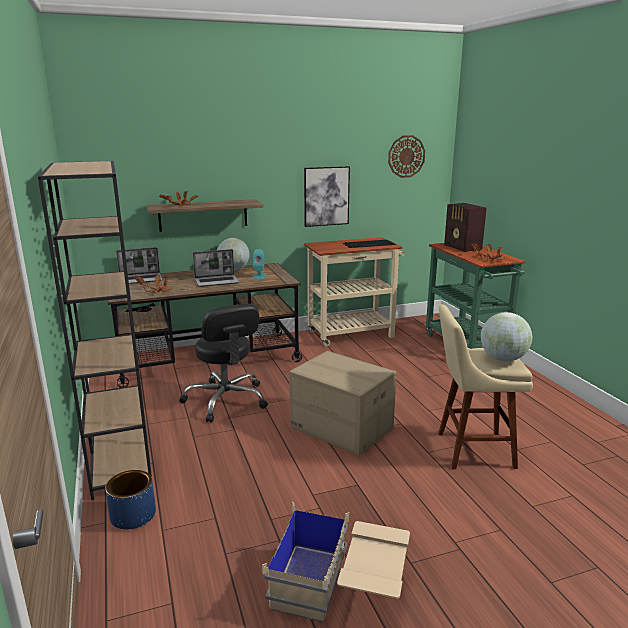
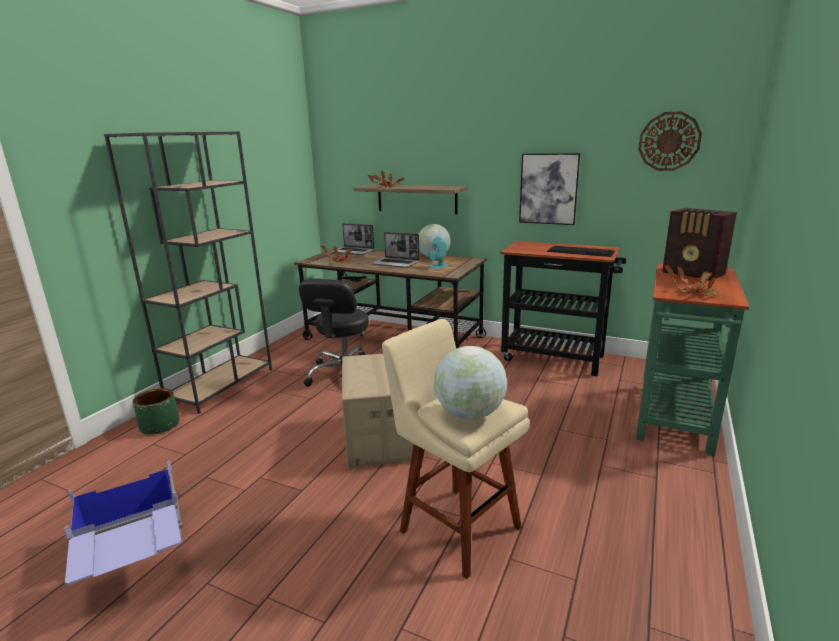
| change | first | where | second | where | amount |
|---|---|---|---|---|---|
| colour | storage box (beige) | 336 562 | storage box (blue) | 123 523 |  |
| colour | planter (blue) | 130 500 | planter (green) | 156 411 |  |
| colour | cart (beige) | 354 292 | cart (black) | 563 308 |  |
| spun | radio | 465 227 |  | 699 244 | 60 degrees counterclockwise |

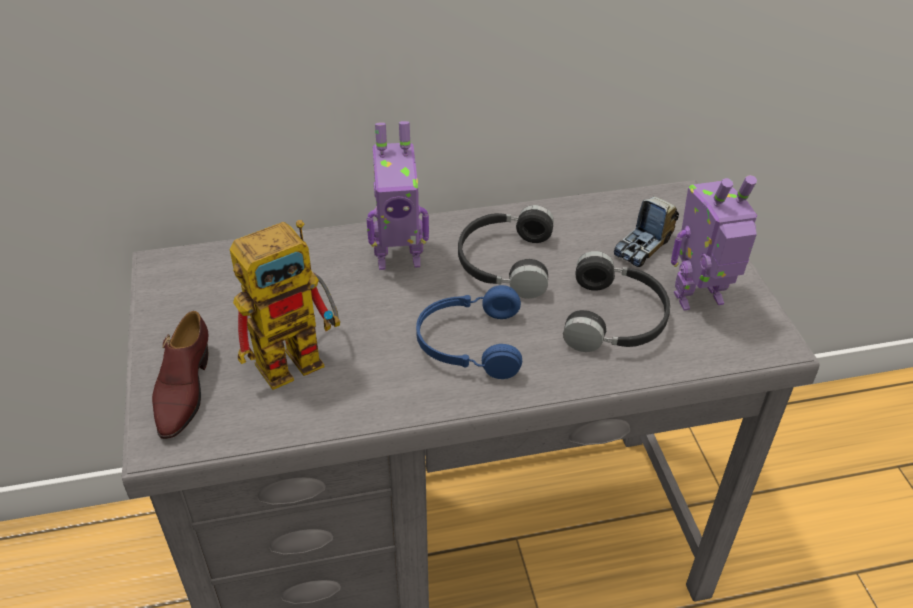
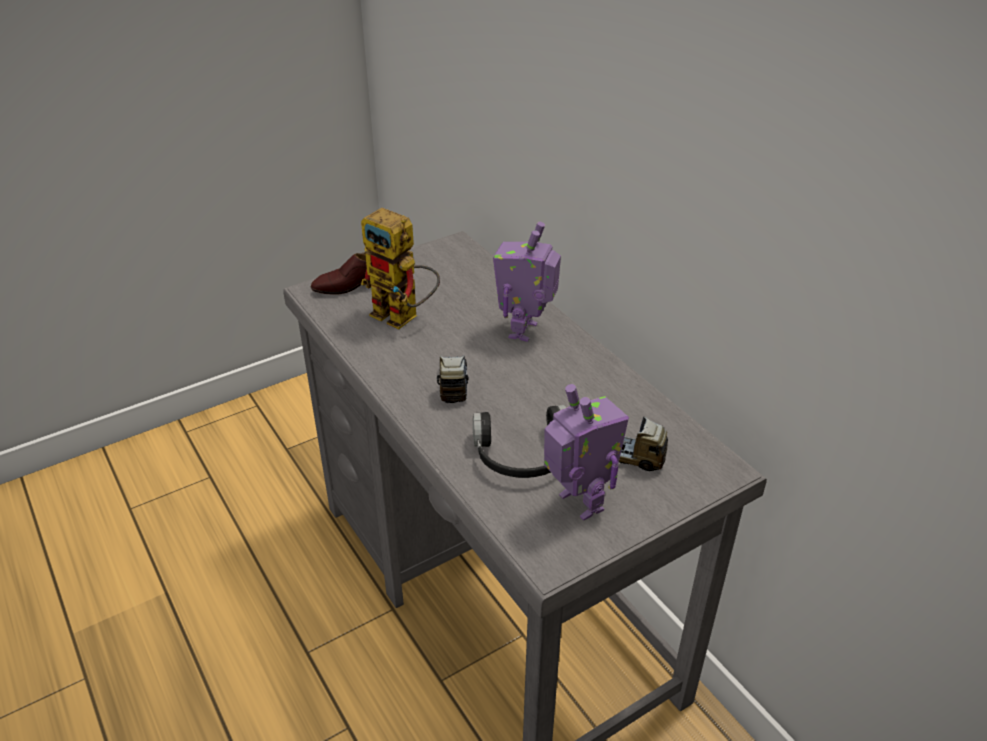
| change | first | where | second | where | amount |
|---|---|---|---|---|---|
| exchanged | headphones (blue) | 469 332 | toy truck | 453 379 |  |
| spun | toy robot | 398 195 |  | 527 282 | 45 degrees clockwise |
| missing | headphones (black) | 506 252 |  |  |  |

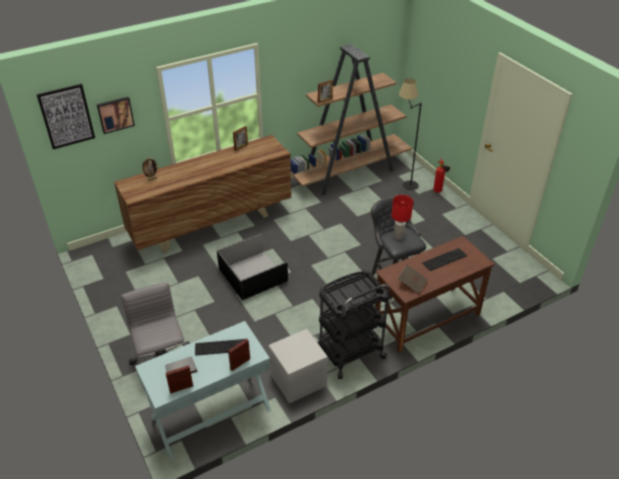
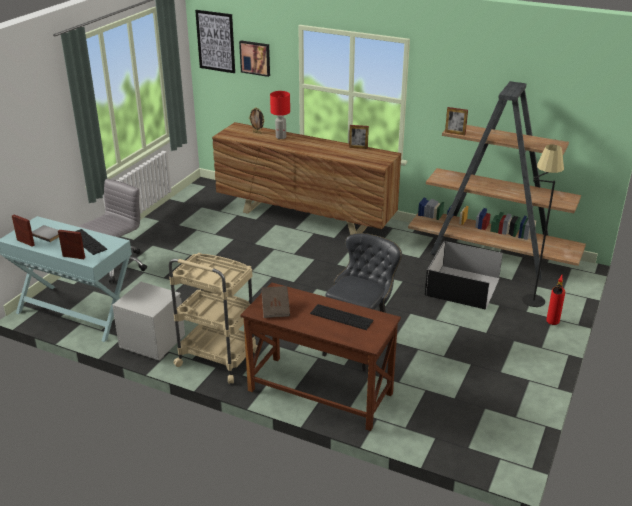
| change | first | where | second | where | amount |
|---|---|---|---|---|---|
| colour | cart (black) | 353 324 | cart (beige) | 213 318 |  |
| relocated | table lamp (red) | 402 217 |  | 280 115 |  |
| relocated | storage box (black) | 252 266 |  | 464 275 |  |

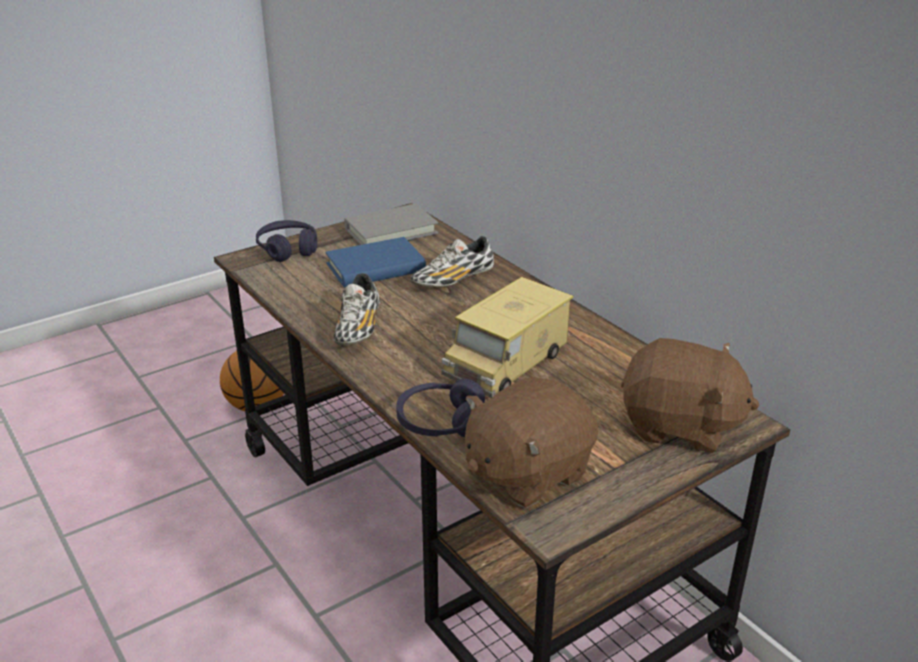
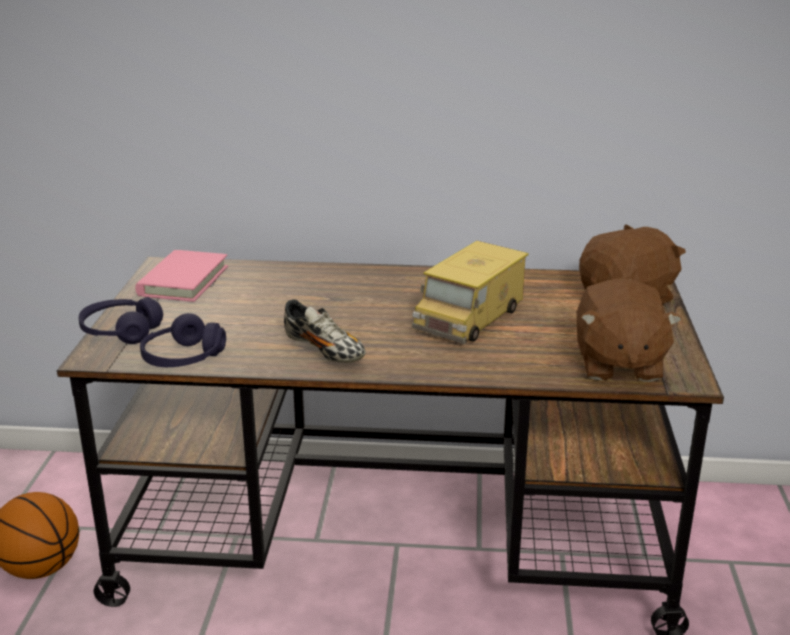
| change | first | where | second | where | amount |
|---|---|---|---|---|---|
| colour | book (grey) | 391 224 | book (pink) | 181 276 |  |
| relocated | headphones (purple) | 440 408 |  | 183 340 |  |
| spun | toy truck | 507 337 |  | 470 292 | 45 degrees clockwise |
| missing | book (blue) | 375 262 |  |  |  |
| missing | shoe | 452 261 |  |  |  |

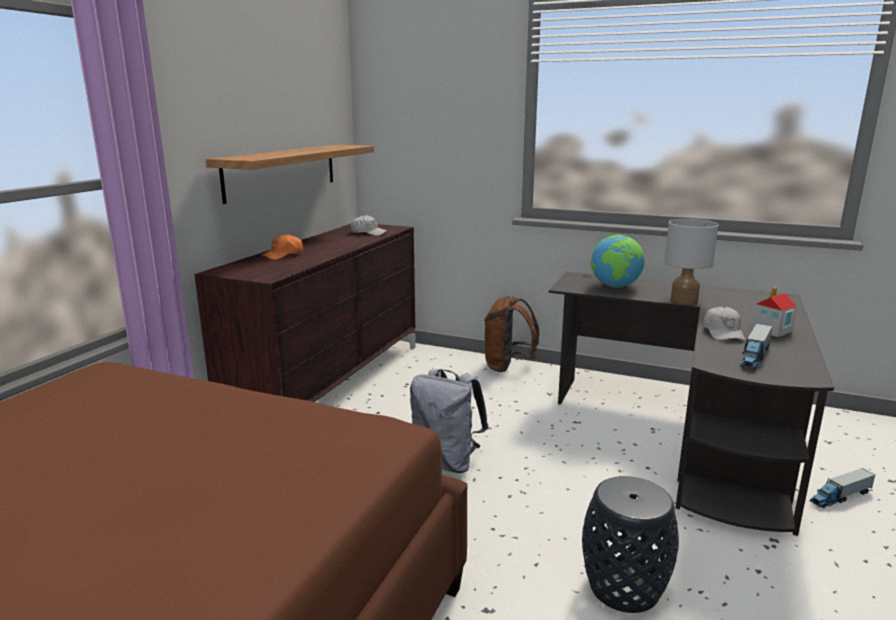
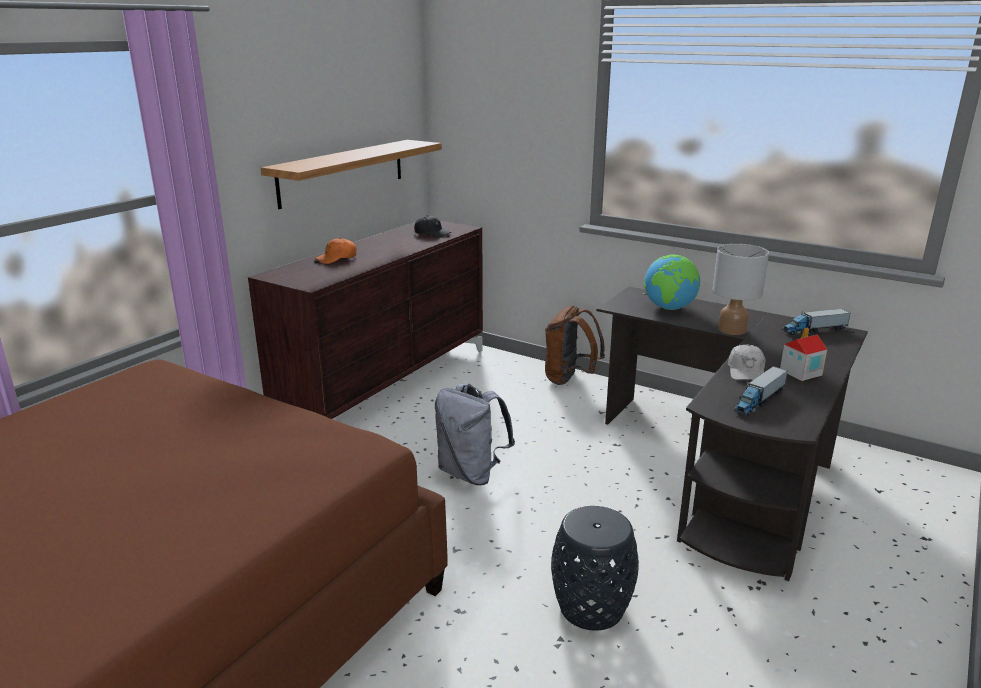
| change | first | where | second | where | amount |
|---|---|---|---|---|---|
| colour | cap (white) | 369 225 | cap (black) | 432 226 |  |
| relocated | toy truck | 842 488 |  | 816 322 |  |

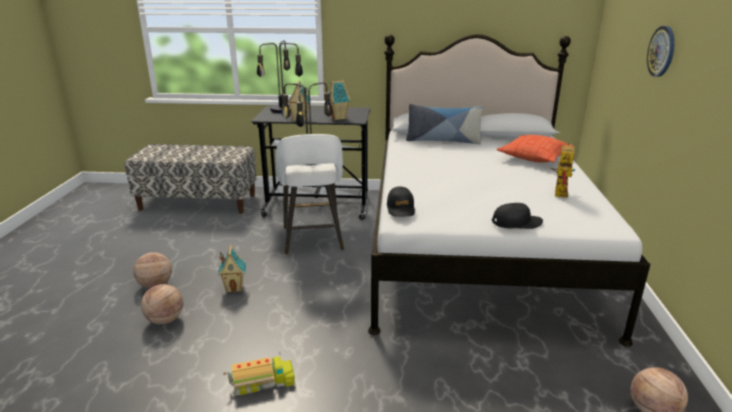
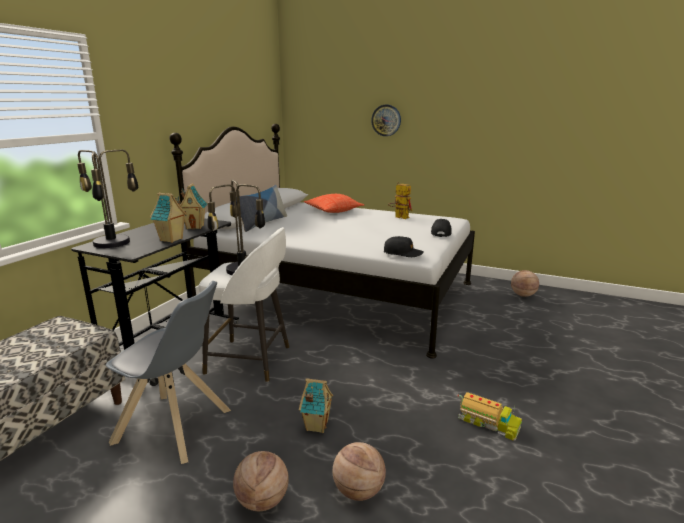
| change | first | where | second | where | amount |
|---|---|---|---|---|---|
| appeared |  |  | chair (grey) | 168 372 |  |
| spun | toy truck | 259 374 |  | 489 416 | 120 degrees clockwise |

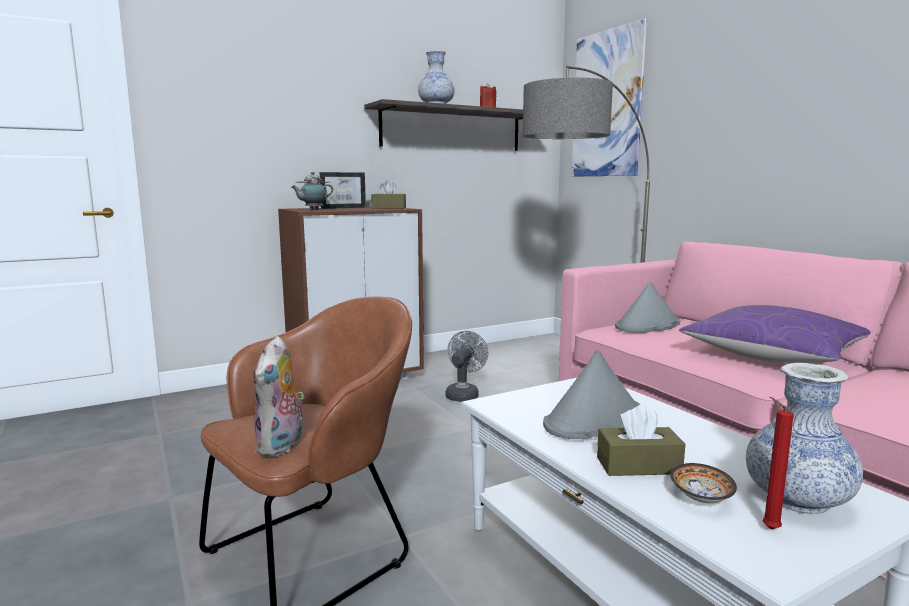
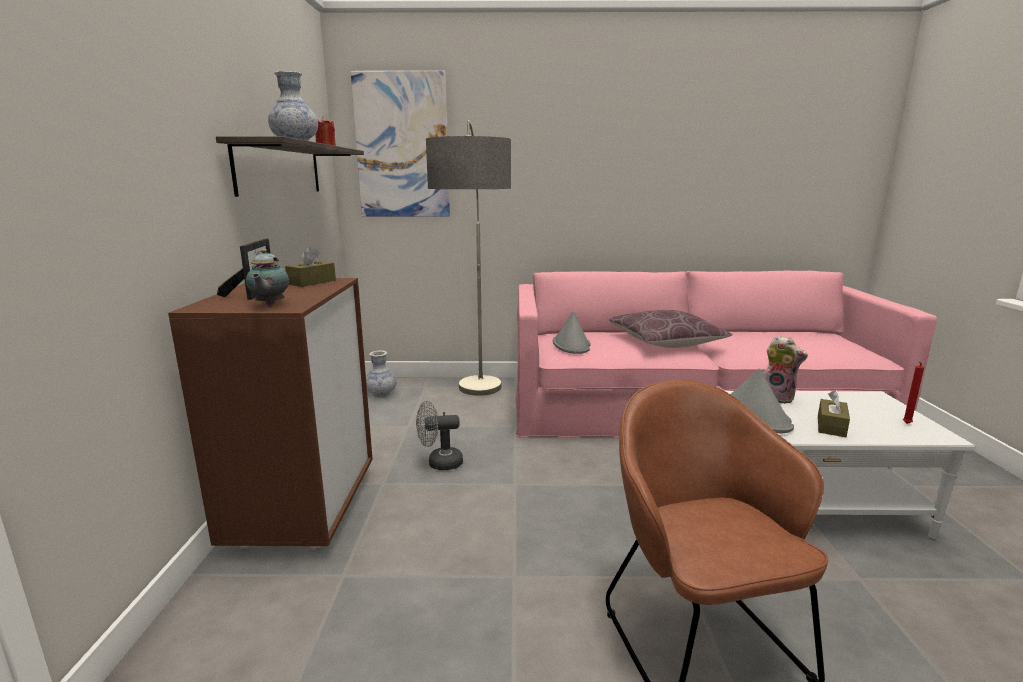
| change | first | where | second | where | amount |
|---|---|---|---|---|---|
| relocated | vase | 804 438 |  | 381 373 |  |
| spun | fan (grey) | 467 366 |  | 439 435 | 60 degrees counterclockwise |
| colour | pillow (purple) | 774 334 | pillow (brown) | 670 329 |  |
| relocated | plush toy | 279 396 |  | 785 369 |  |
| missing | bowl | 703 483 |  |  |  |

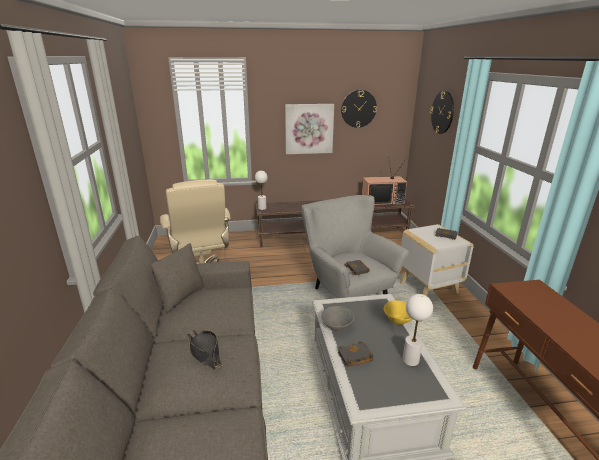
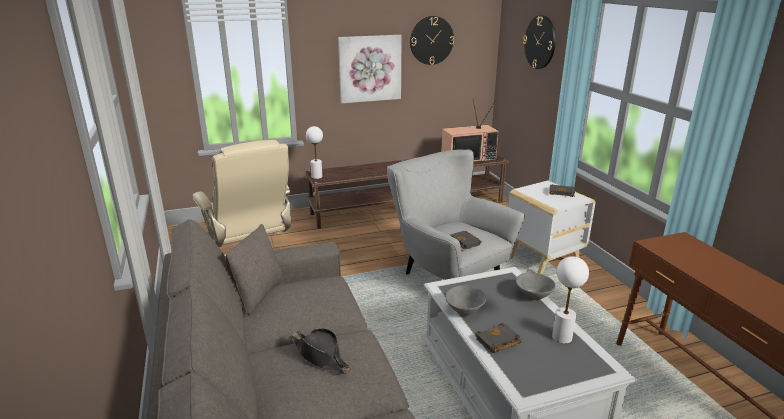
| change | first | where | second | where | amount |
|---|---|---|---|---|---|
| colour | bowl (yellow) | 398 312 | bowl (grey) | 536 286 |  |

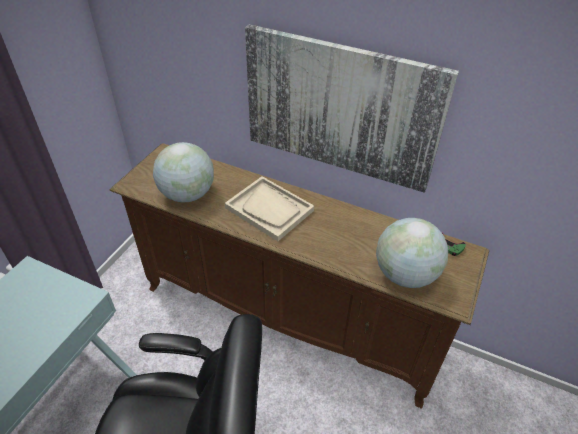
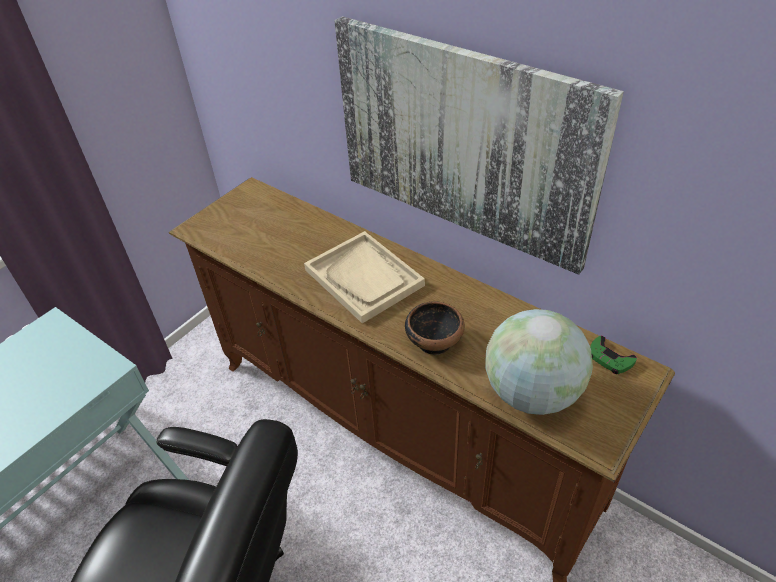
| change | first | where | second | where | amount |
|---|---|---|---|---|---|
| appeared |  |  | bowl | 435 328 |  |
| missing | globe | 183 172 |  |  |  |

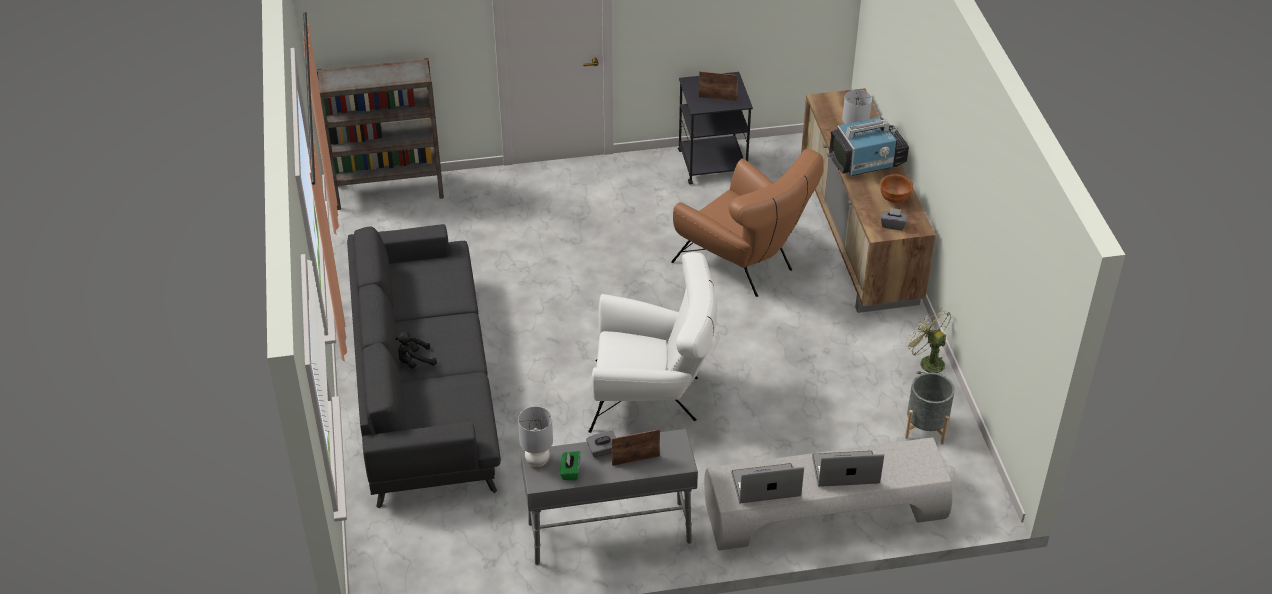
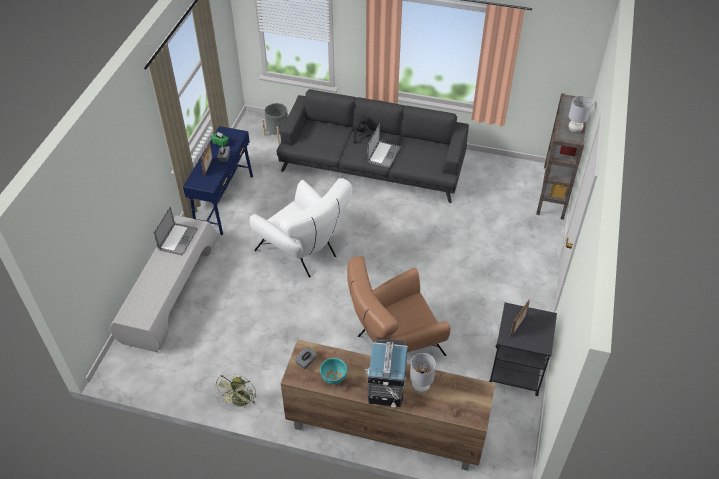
| change | first | where | second | where | amount |
|---|---|---|---|---|---|
| colour | console table (grey) | 609 497 | console table (blue) | 218 180 |  |
| spun | fan (green) | 928 341 |  | 235 391 | 120 degrees clockwise |
| spun | armchair (white) | 652 342 |  | 301 227 | 75 degrees counterclockwise |
| relocated | planter (grey) | 930 409 |  | 275 123 |  |
| colour | bowl (brown) | 896 188 | bowl (turquoise) | 333 371 |  |
| relocated | laptop | 848 469 |  | 384 146 |  |
| relocated | table lamp (grey) | 535 436 |  | 580 114 |  |

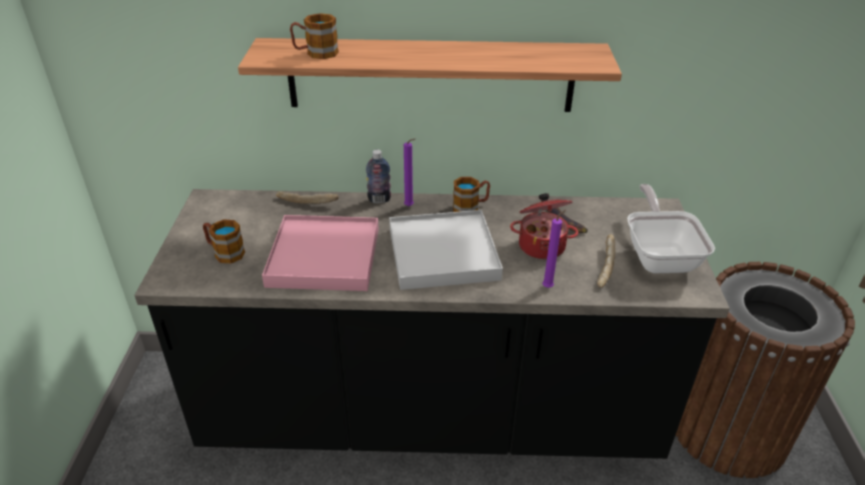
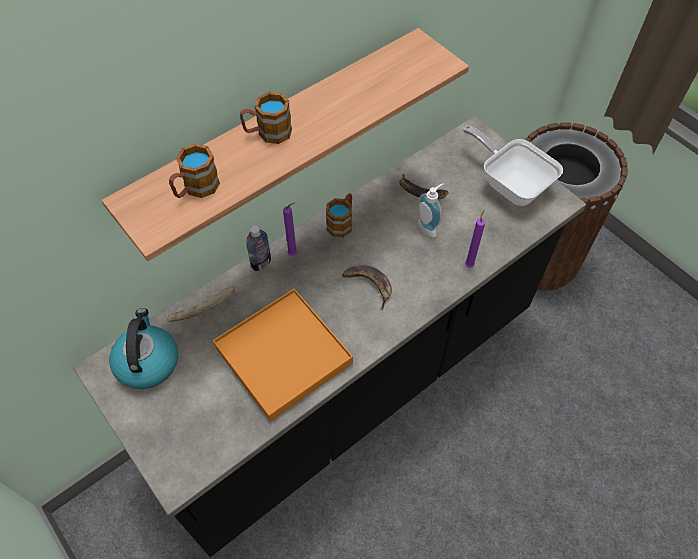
| change | first | where | second | where | amount |
|---|---|---|---|---|---|
| appeared |  |  | kettle | 144 348 |  |
| colour | tray (pink) | 320 253 | tray (orange) | 283 355 |  |
| relocated | mug | 224 241 |  | 266 118 |  |
| exchanged | tray (white) | 446 250 | banana | 367 287 |  |
| exchanged | cooking pot | 544 226 | soap dispenser | 431 211 |  |
| missing | bread | 606 261 |  |  |  |

